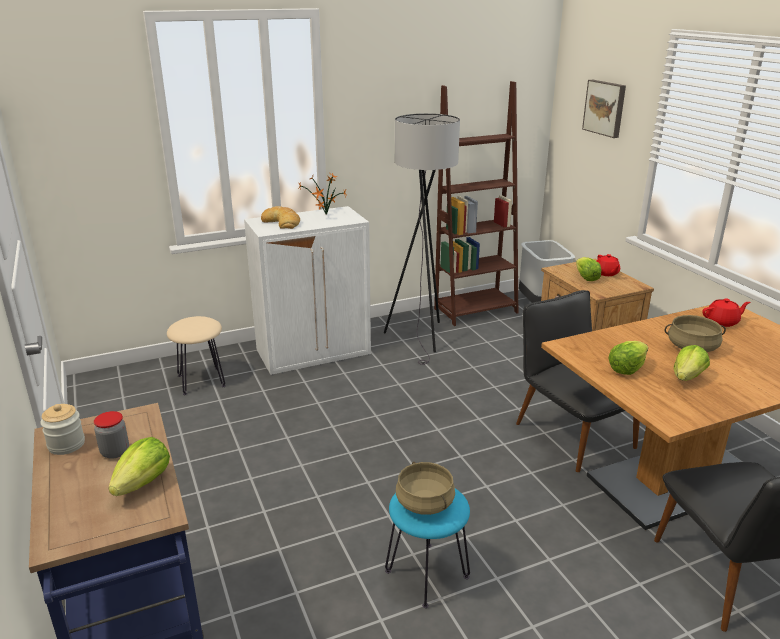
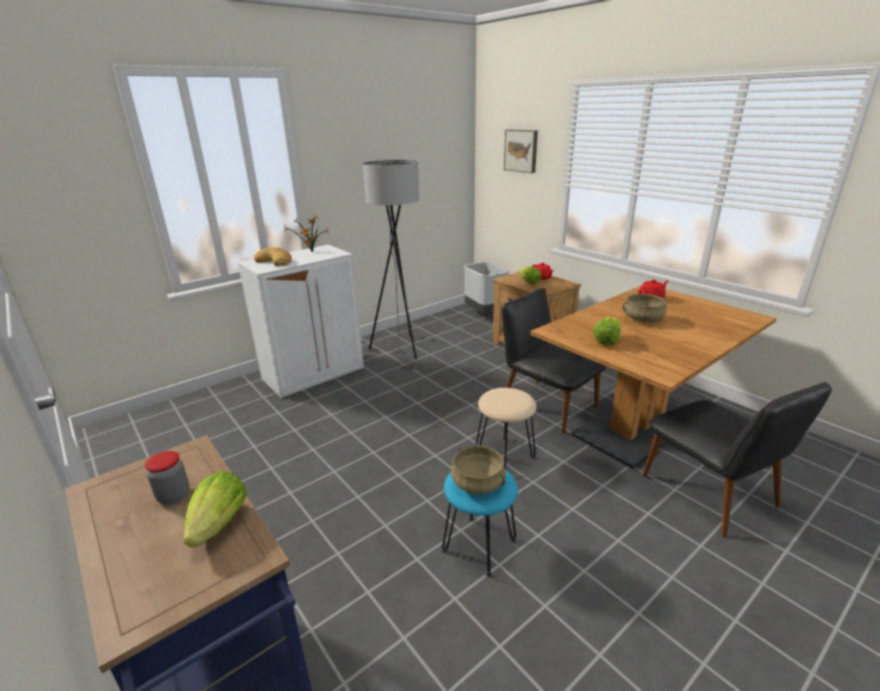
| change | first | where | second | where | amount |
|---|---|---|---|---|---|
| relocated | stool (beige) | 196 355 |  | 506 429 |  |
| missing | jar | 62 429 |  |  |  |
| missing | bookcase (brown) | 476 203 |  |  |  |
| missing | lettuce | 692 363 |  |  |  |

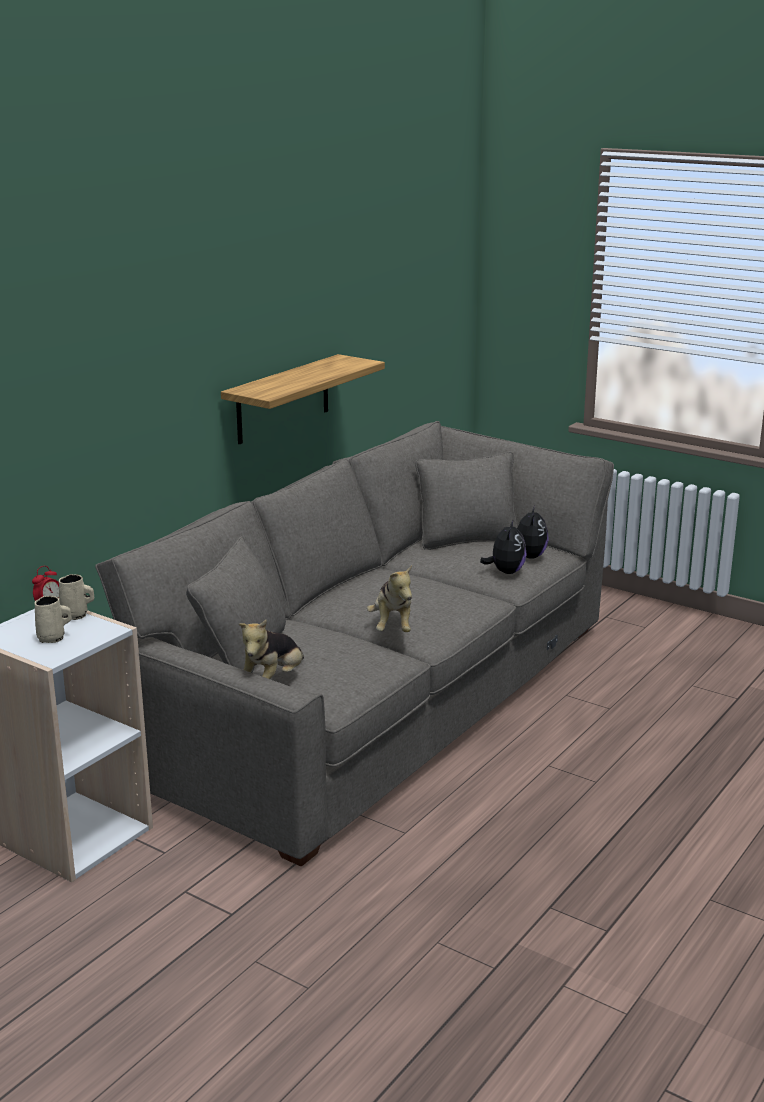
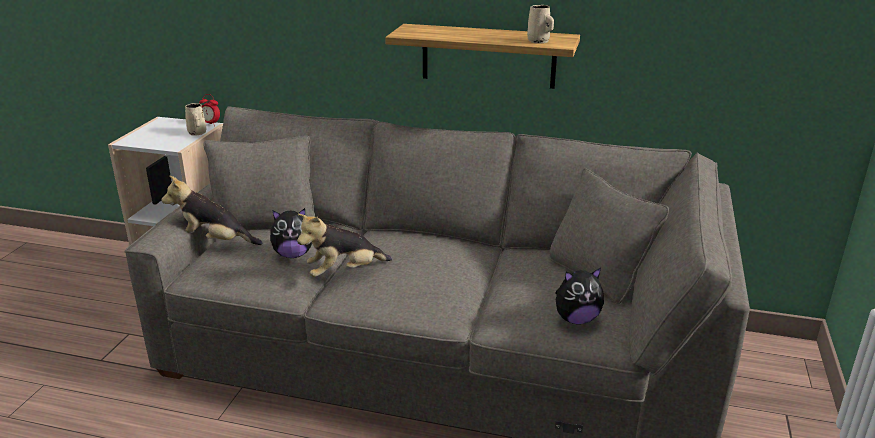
| change | first | where | second | where | amount |
|---|---|---|---|---|---|
| relocated | plush toy | 503 546 |  | 291 233 |  |
| relocated | mug (beige) | 53 619 |  | 540 24 |  |

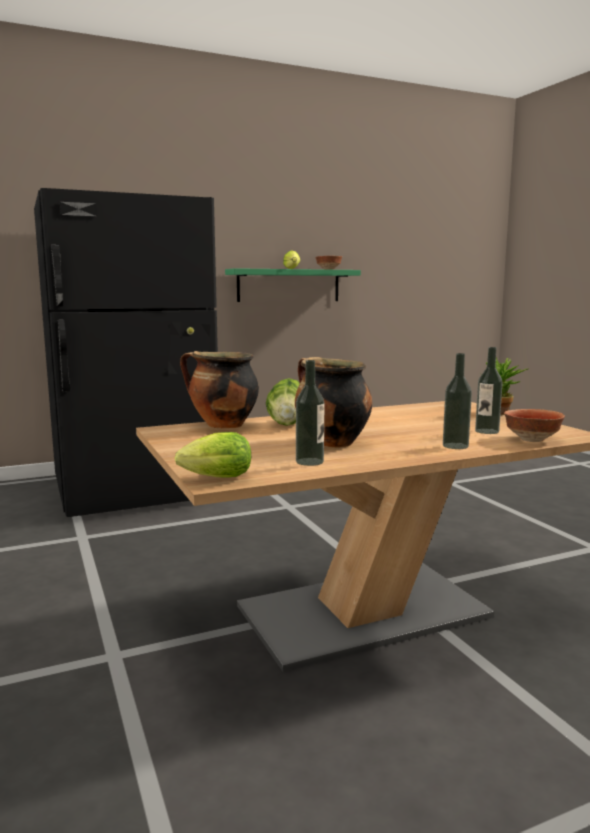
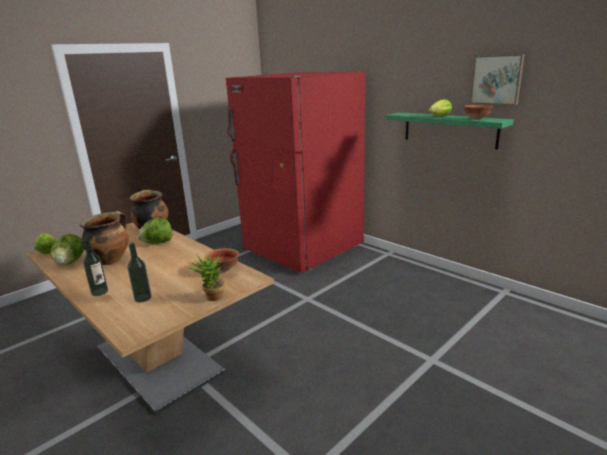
| change | first | where | second | where | amount |
|---|---|---|---|---|---|
| exchanged | bottle | 310 413 | lettuce | 68 249 |  |
| relocated | bowl | 534 425 |  | 221 260 |  |
| colour | fridge (black) | 126 352 | fridge (red) | 295 172 |  |
| appeared |  |  | picture | 497 79 |  |

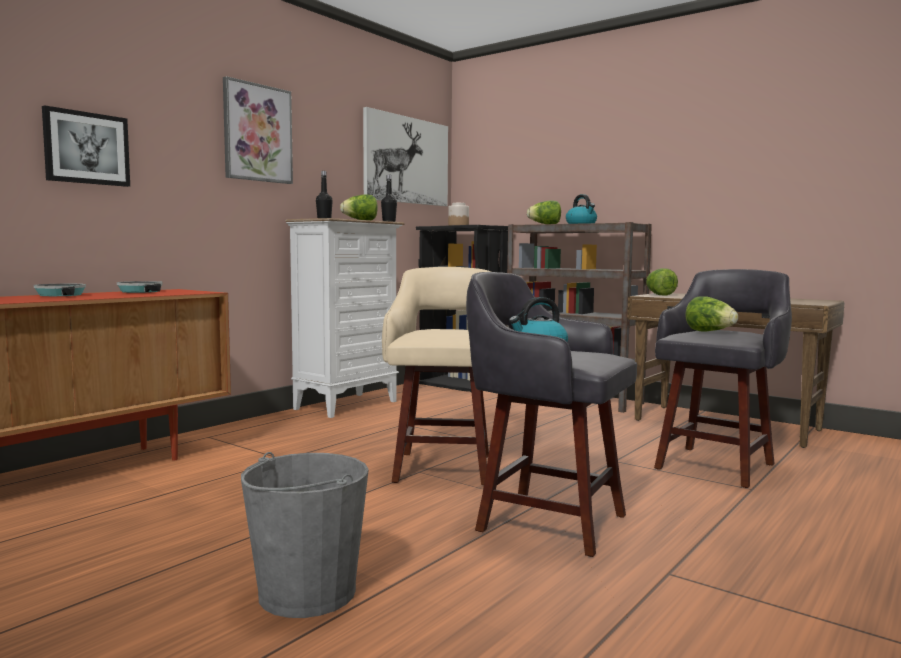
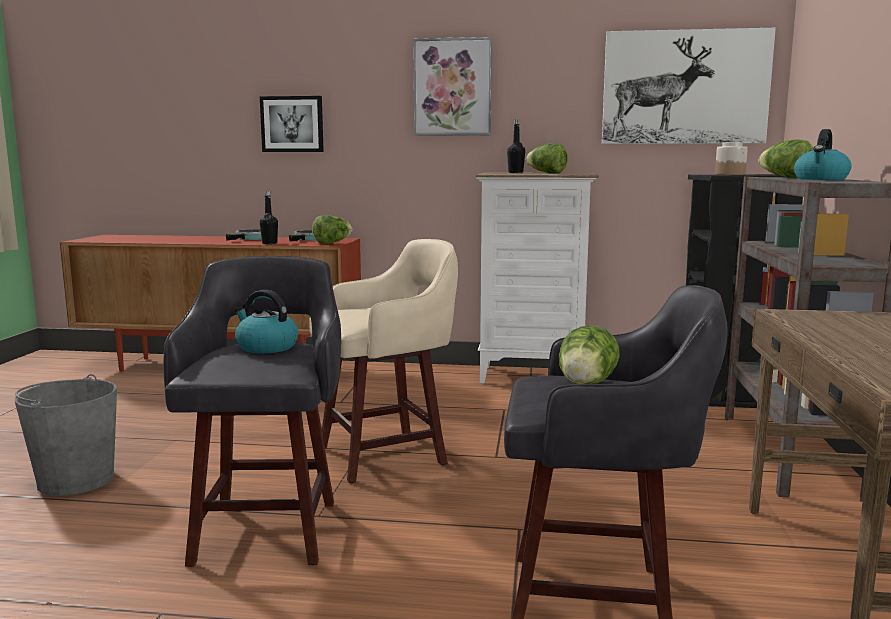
| change | first | where | second | where | amount |
|---|---|---|---|---|---|
| relocated | bottle (black) | 389 198 |  | 268 217 |  |
| relocated | lettuce | 662 282 |  | 332 229 |  |

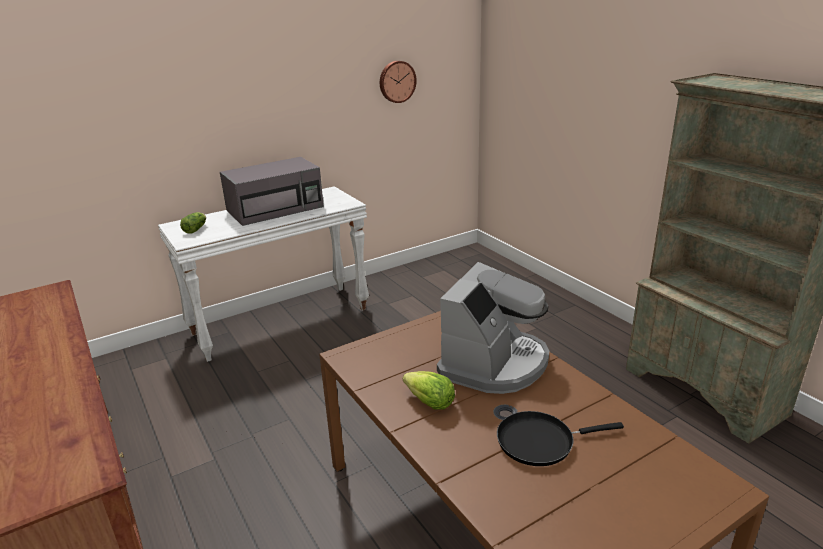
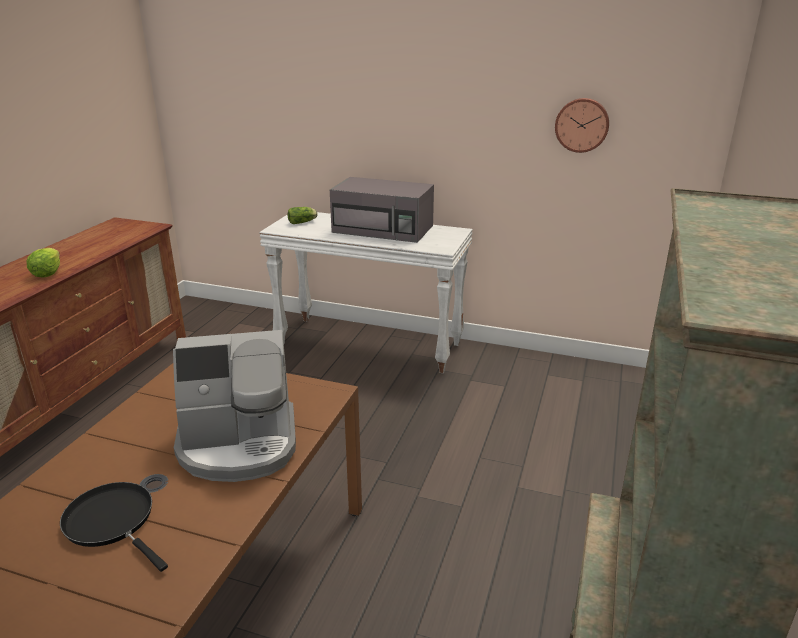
| change | first | where | second | where | amount |
|---|---|---|---|---|---|
| relocated | lettuce | 429 390 |  | 43 262 |  |

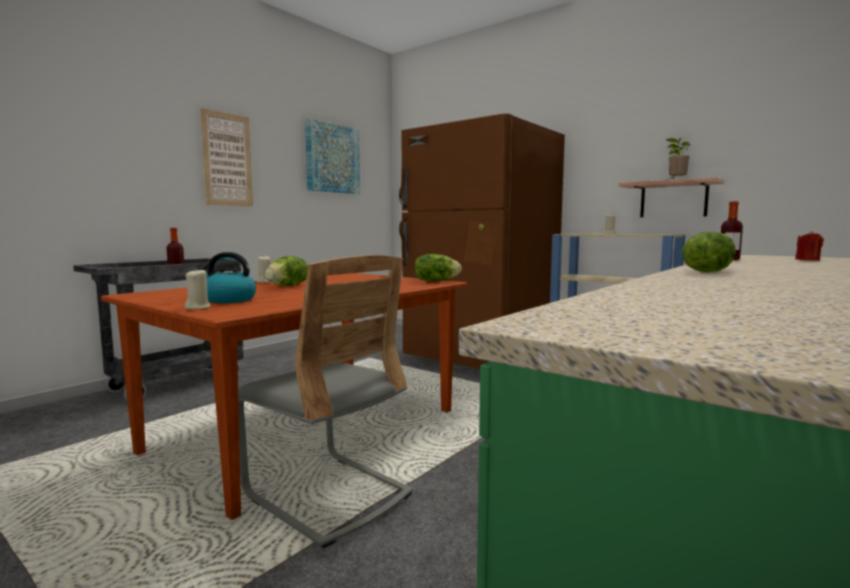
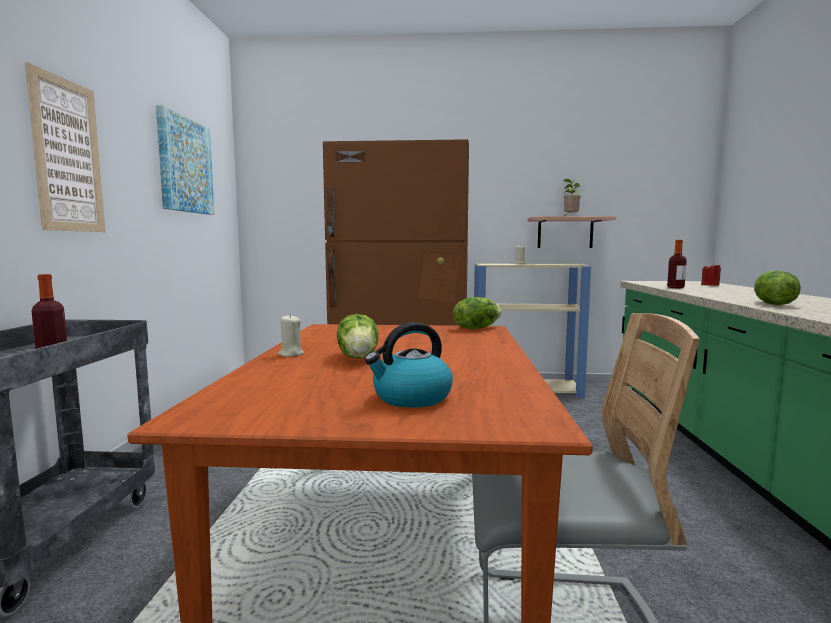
| change | first | where | second | where | amount |
|---|---|---|---|---|---|
| missing | candle (beige) | 197 289 |  |  |  |

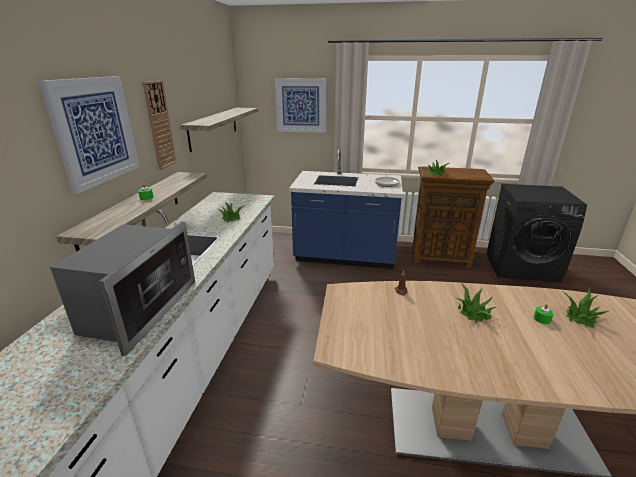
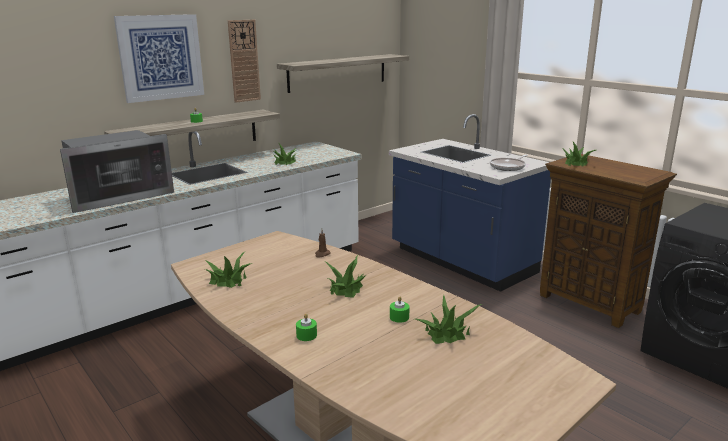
| change | first | where | second | where | amount |
|---|---|---|---|---|---|
| appeared |  |  | potted plant | 228 270 |  |
| appeared |  |  | candle (green) | 306 327 |  |
| missing | picture | 300 105 |  |  |  |

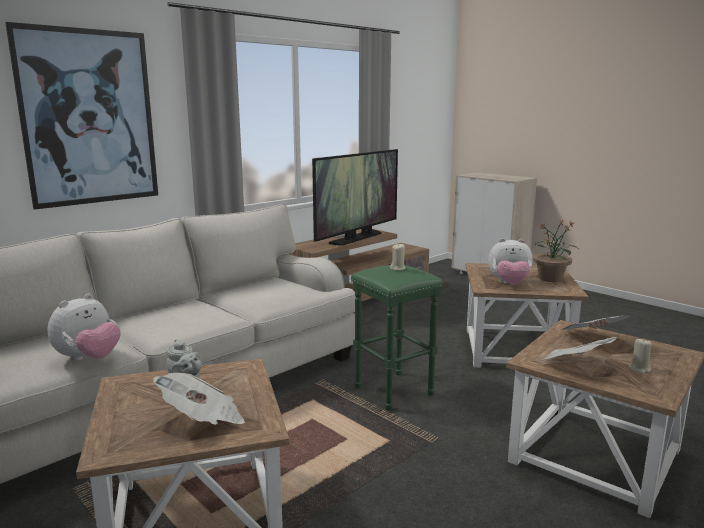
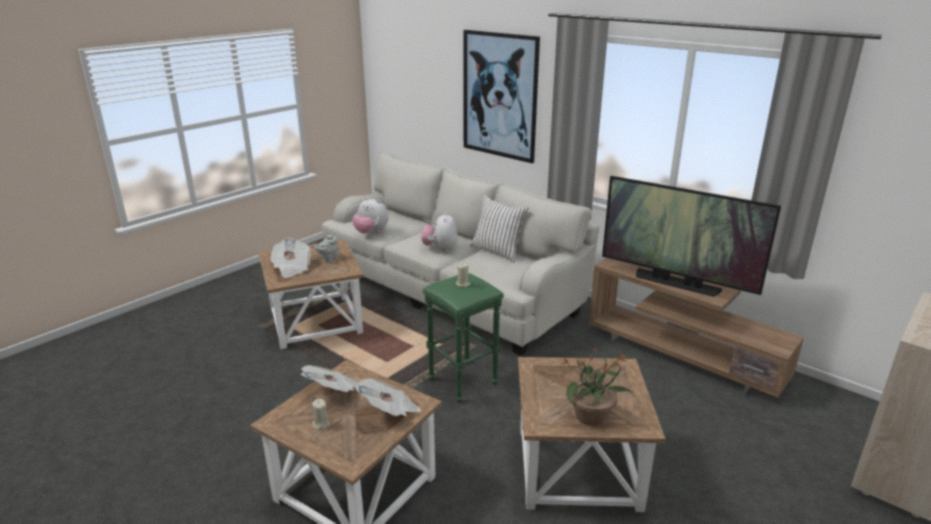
| change | first | where | second | where | amount |
|---|---|---|---|---|---|
| relocated | plush toy | 510 261 |  | 439 232 |  |
| appeared |  |  | pillow (white) | 499 228 |  |

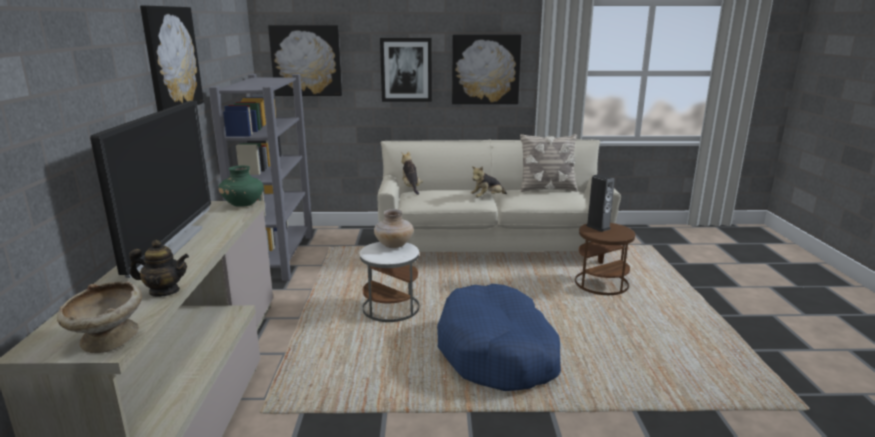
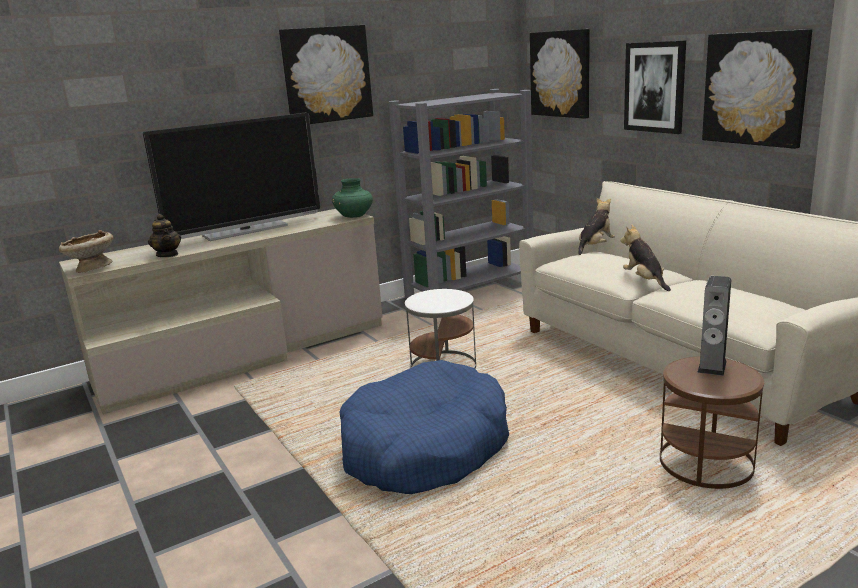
| change | first | where | second | where | amount |
|---|---|---|---|---|---|
| spun | plush toy | 489 181 |  | 646 257 | 45 degrees clockwise |
| missing | vase (beige) | 393 228 |  |  |  |
| missing | pillow (beige) | 548 163 |  |  |  |

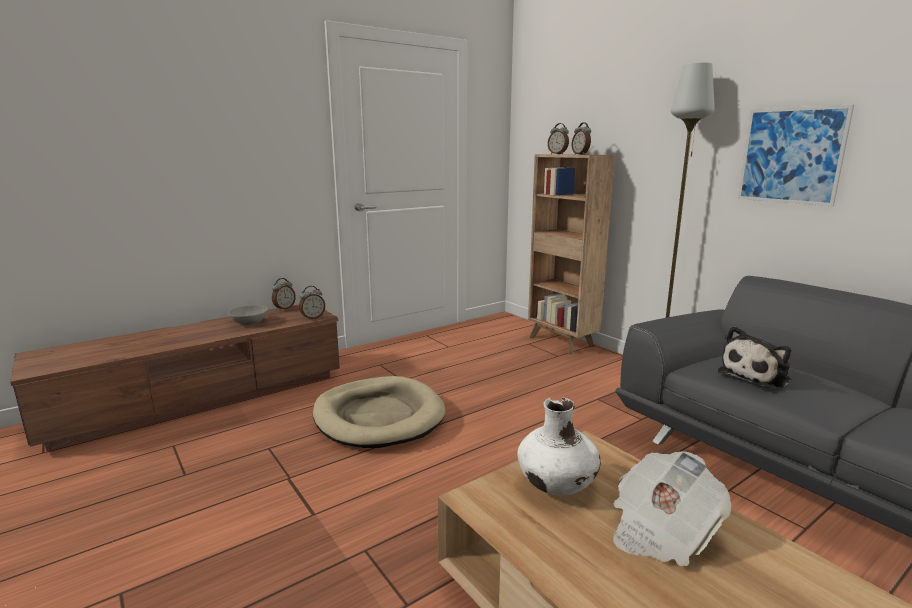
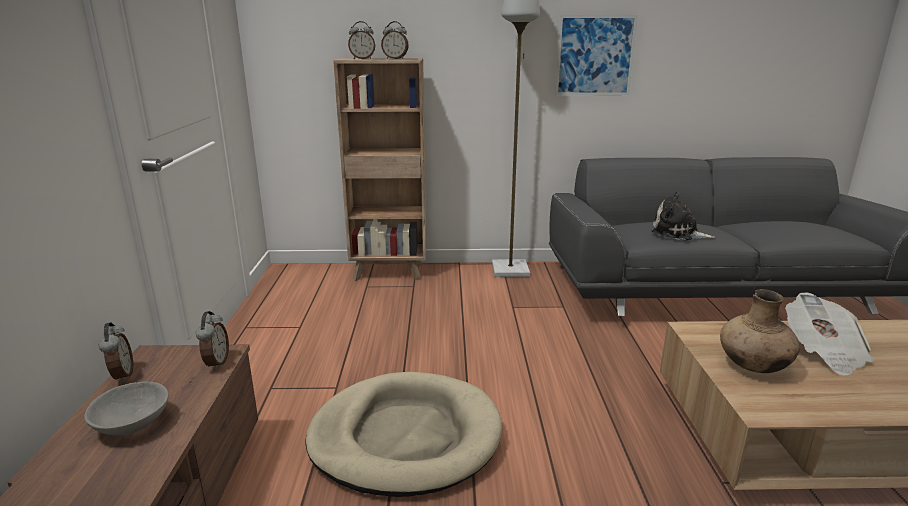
| change | first | where | second | where | amount |
|---|---|---|---|---|---|
| spun | plush toy | 755 357 |  | 683 216 | 120 degrees clockwise |
| colour | vase (white) | 559 446 | vase (brown) | 760 331 |  |

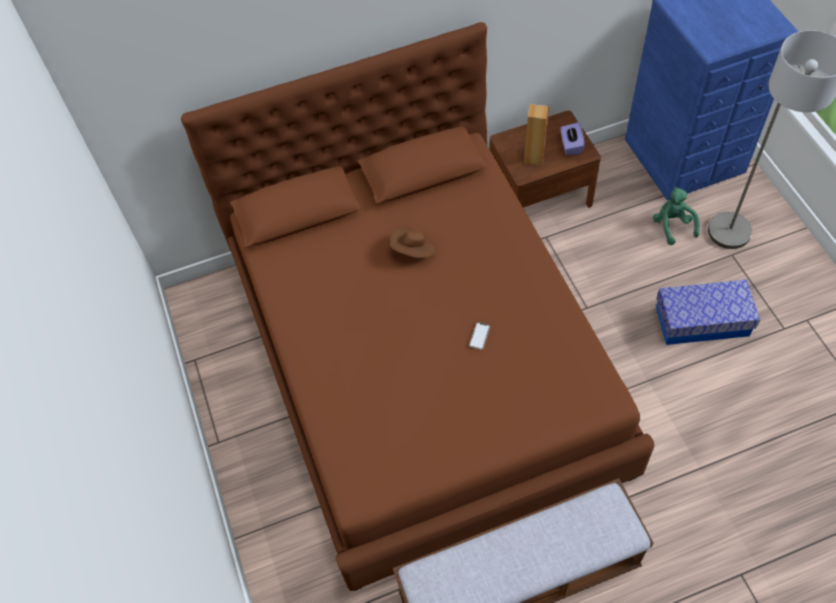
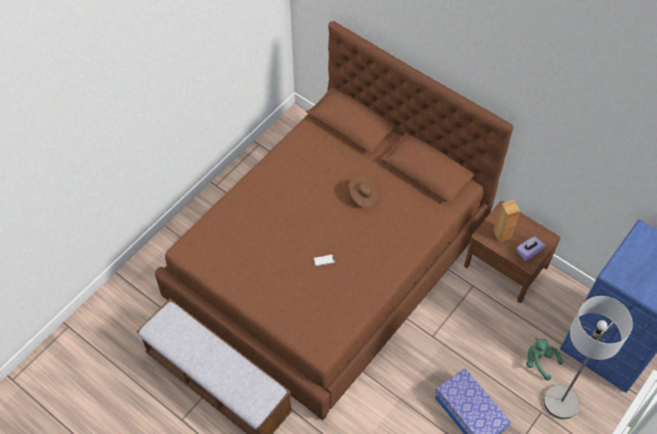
| change | first | where | second | where | amount |
|---|---|---|---|---|---|
| spun | plush toy (green) | 676 216 |  | 544 359 | 90 degrees counterclockwise |

